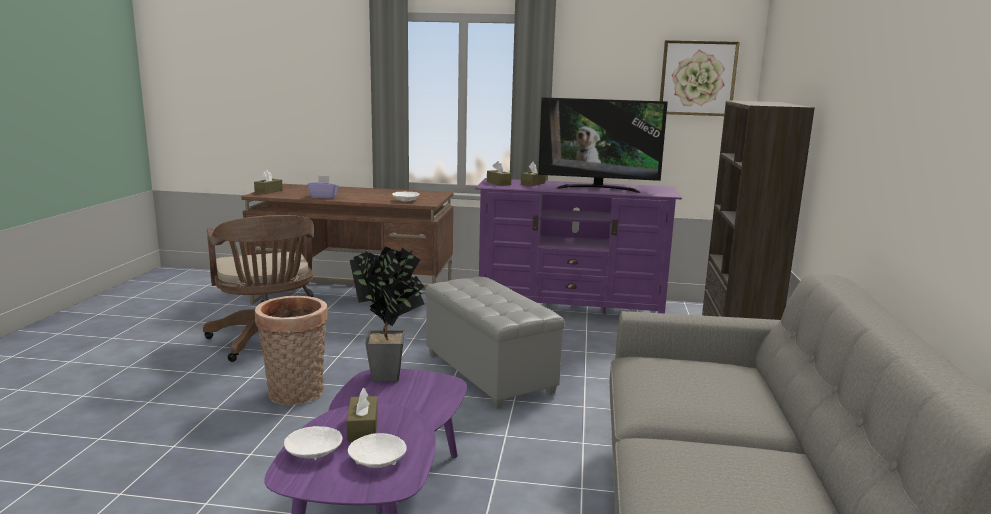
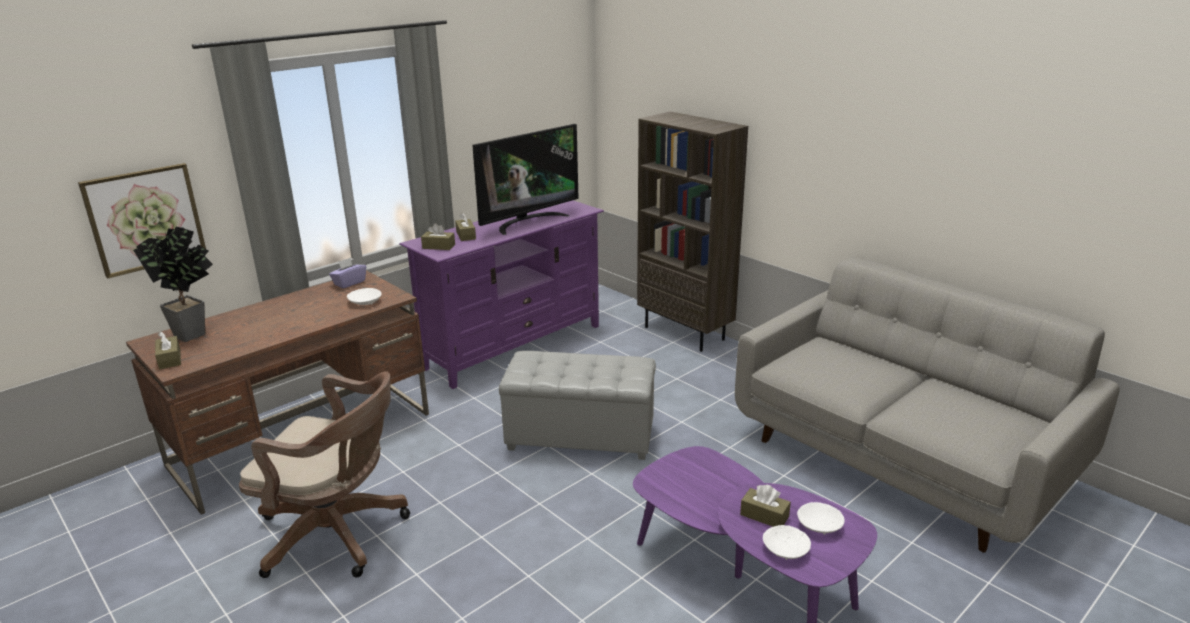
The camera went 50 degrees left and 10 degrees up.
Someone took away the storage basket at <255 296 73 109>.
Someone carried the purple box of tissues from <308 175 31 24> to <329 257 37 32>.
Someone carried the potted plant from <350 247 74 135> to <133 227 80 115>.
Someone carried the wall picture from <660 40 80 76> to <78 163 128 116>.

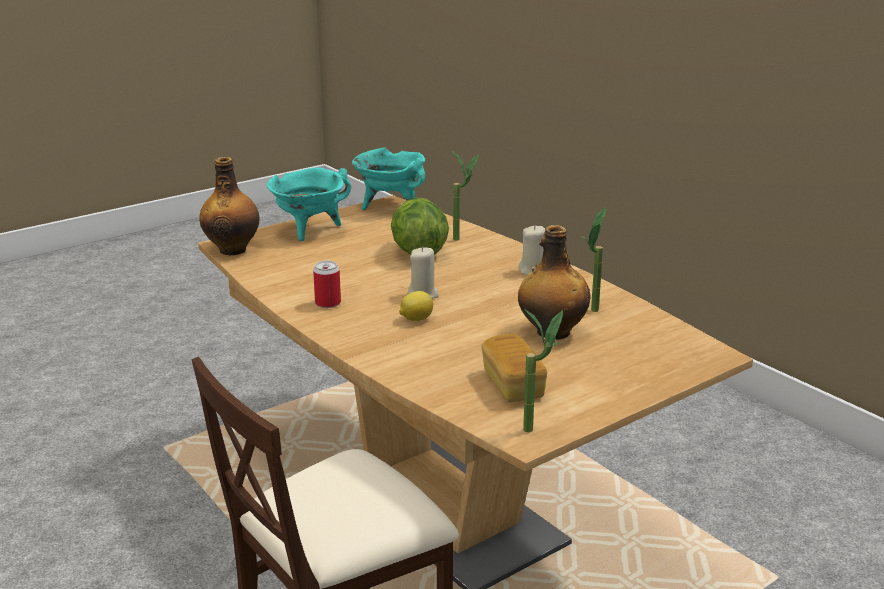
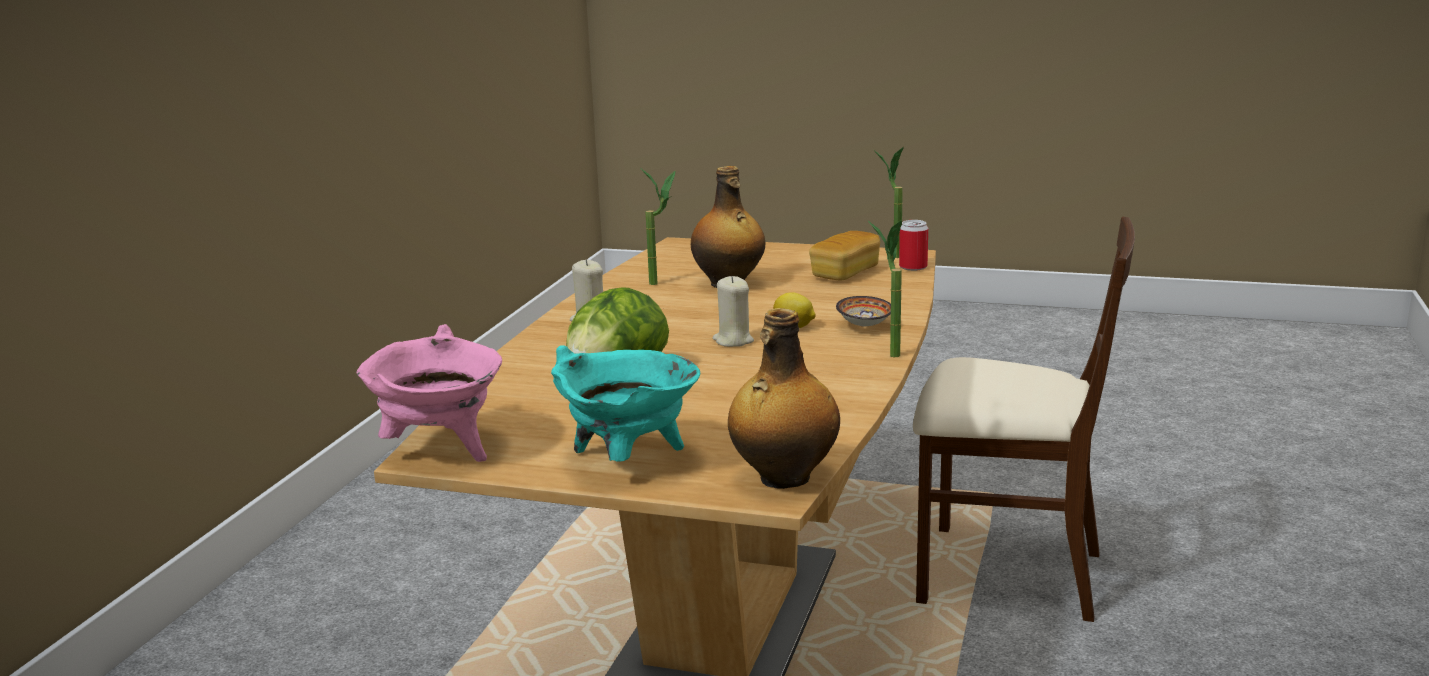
The camera went 125 degrees left and 5 degrees down.
Someone put down the deep dish at <836 296 55 31>.
Someone carried the can from <313 261 28 47> to <899 220 29 51>.
Someone carried the potted plant from <451 150 28 91> to <867 220 35 137>.
Someone repainted the turquoise-coloured cooking pot at <352 148 73 62>, which became the pinkish cooking pot at <356 324 146 138>.

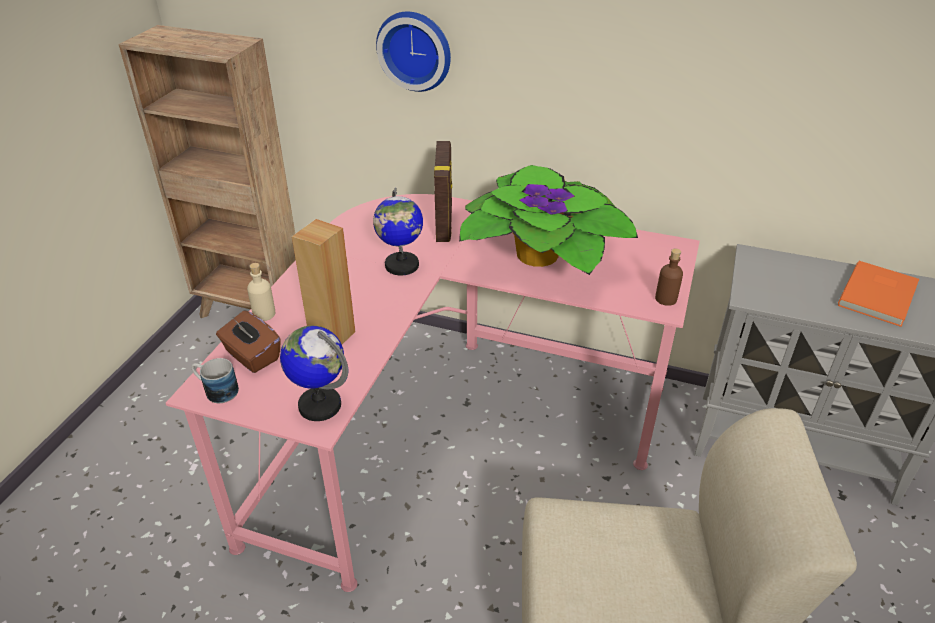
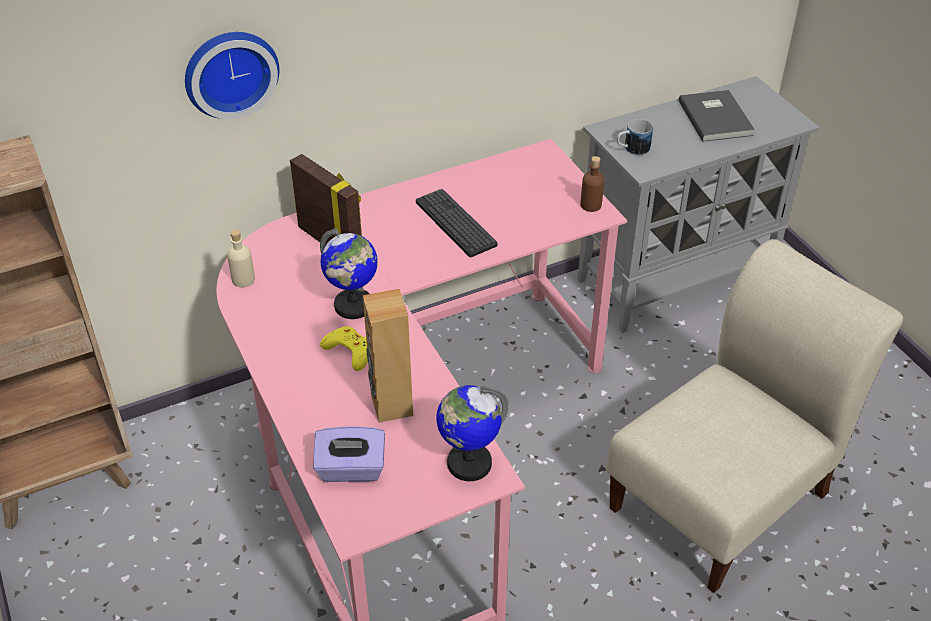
The camera went 45 degrees left and 5 degrees up.
Someone put down the yellowish game controller at <320 326 48 45>.
Someone carried the mug from <191 358 48 45> to <617 119 36 36>.
Someone carried the beige bottle from <247 263 29 58> to <227 229 28 58>.
Someone swapped the potted plant at <459 165 179 110> for the PC keyboard at <416 189 82 68>.
Someone repainted the brownish box of tissues at <216 311 65 62>, which became the purple box of tissues at <313 426 72 56>.
Someone repainted the orange volume at <838 261 81 66>, which became the gray volume at <679 90 75 52>.

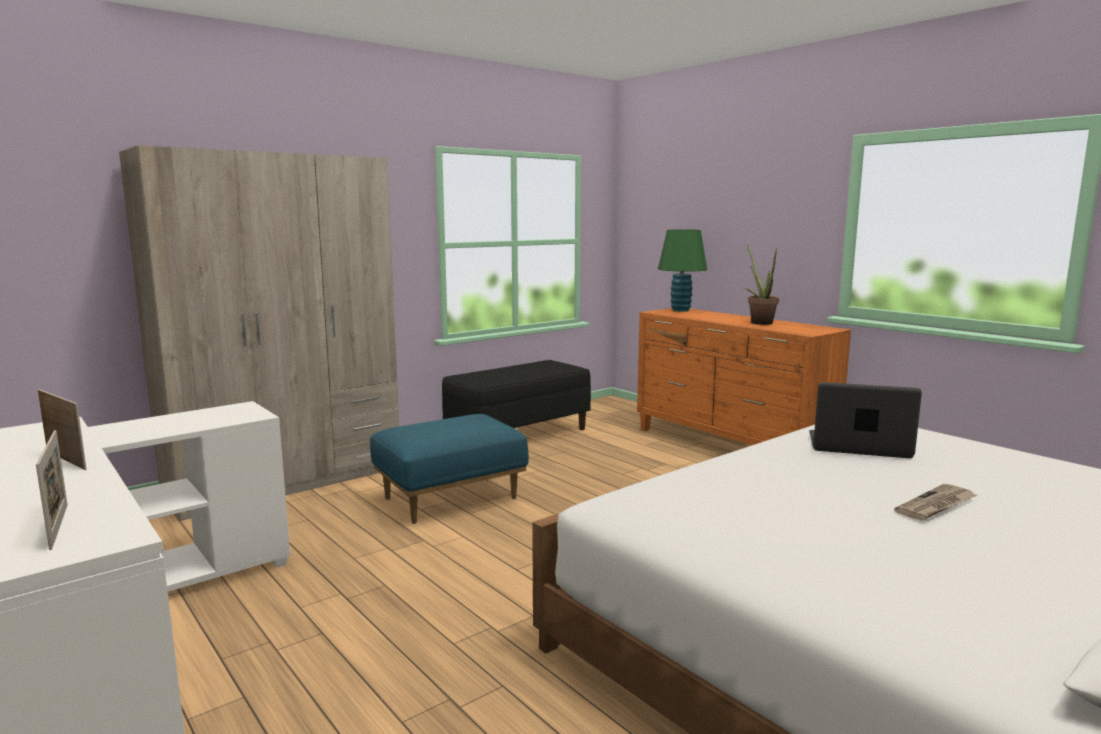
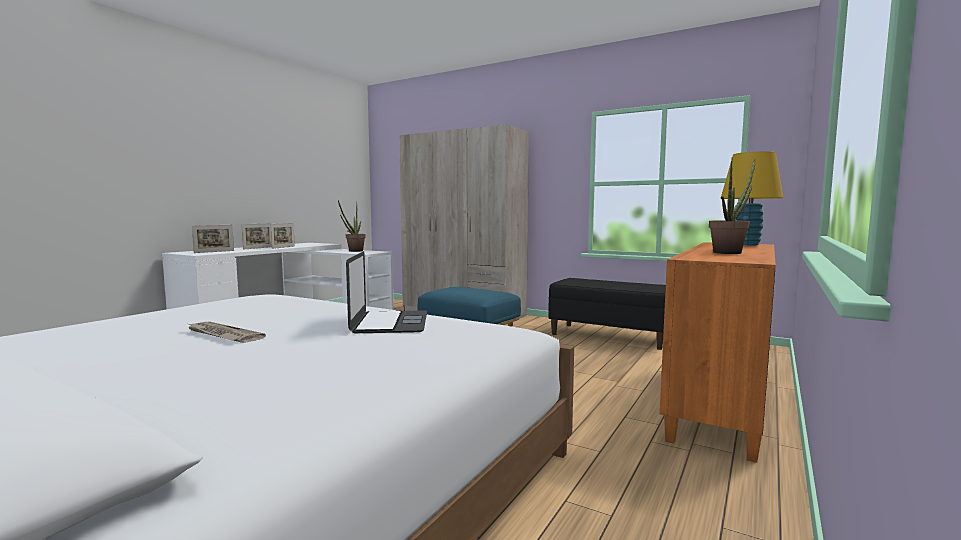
The camera went 70 degrees right and 5 degrees down.
Someone put down the standing frame at <241 223 31 27>.
Someone put down the potted plant at <338 200 28 52>.
Someone repainted the green-coloured table lamp at <658 229 49 83>, which became the yellowish table lamp at <720 151 63 94>.

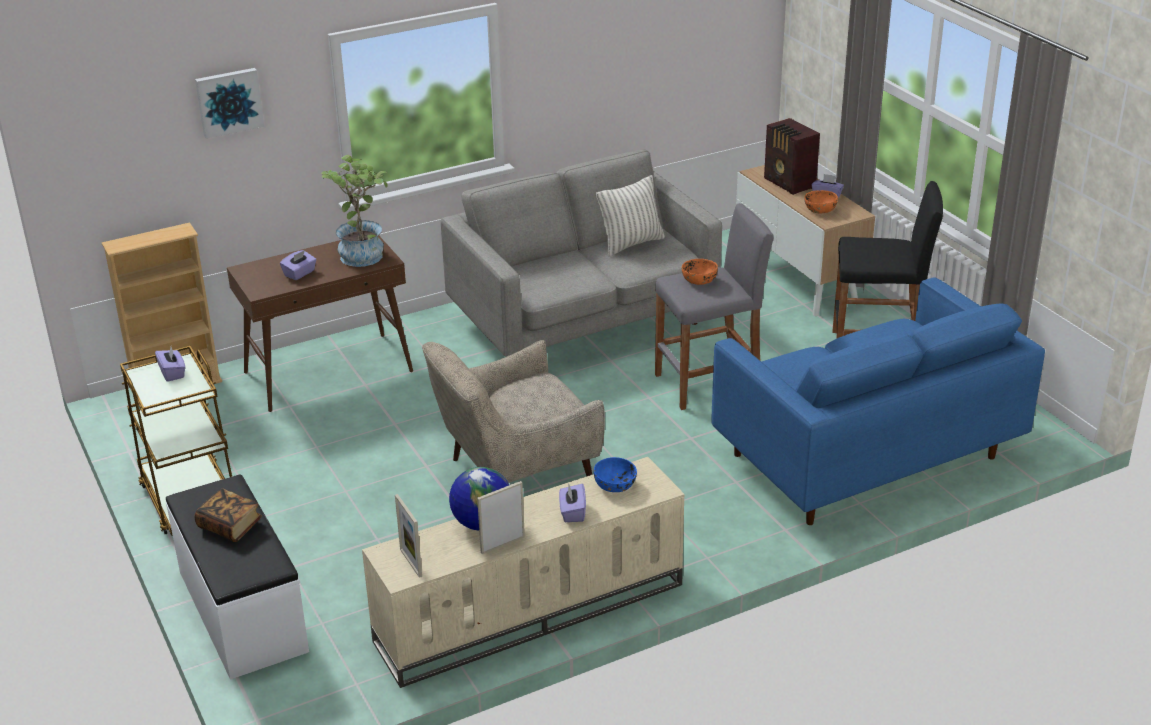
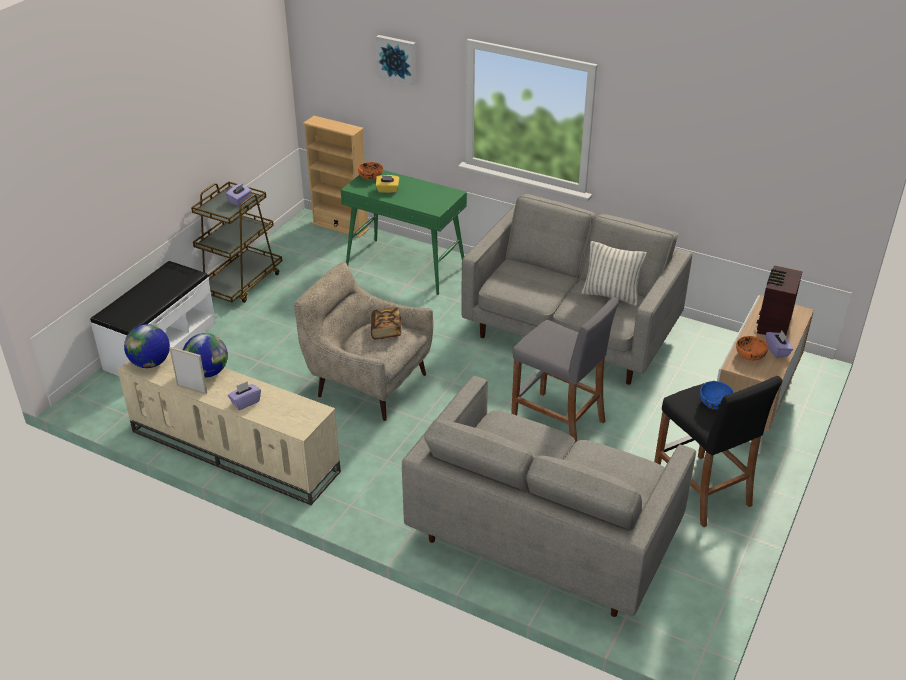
The camera went 55 degrees right and 5 degrees up.
Someone took away the potted plant at <321 155 67 112>.
Someone carried the volume from <194 488 68 54> to <371 307 31 33>.
Someone carried the blue deep dish from <594 457 43 35> to <700 381 34 29>.
Someone carried the orange deep dish from <682 259 36 26> to <358 162 25 18>.
Someone swapped the standing frame at <395 494 27 84> for the globe at <124 324 46 44>.
Someone repainted the brownish console table at <227 236 186 176>, which became the green-coloured console table at <341 170 126 125>.
Someone repainted the purple box of tissues at <280 250 36 30>, which became the yellowish box of tissues at <376 175 23 18>.
Someone repainted the blue couch at <711 277 334 248>, which became the gray couch at <402 376 294 241>.

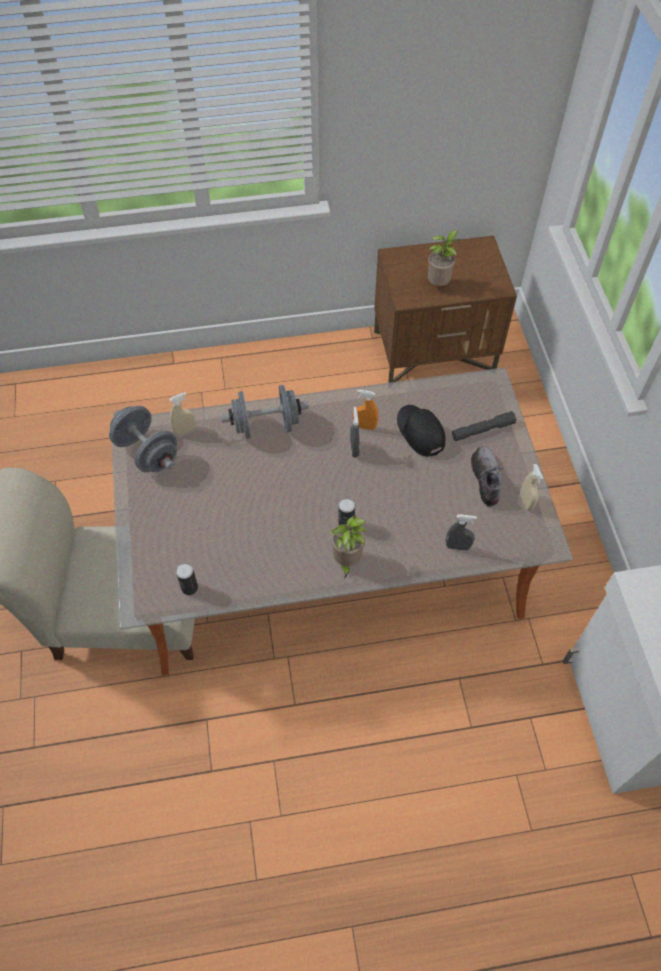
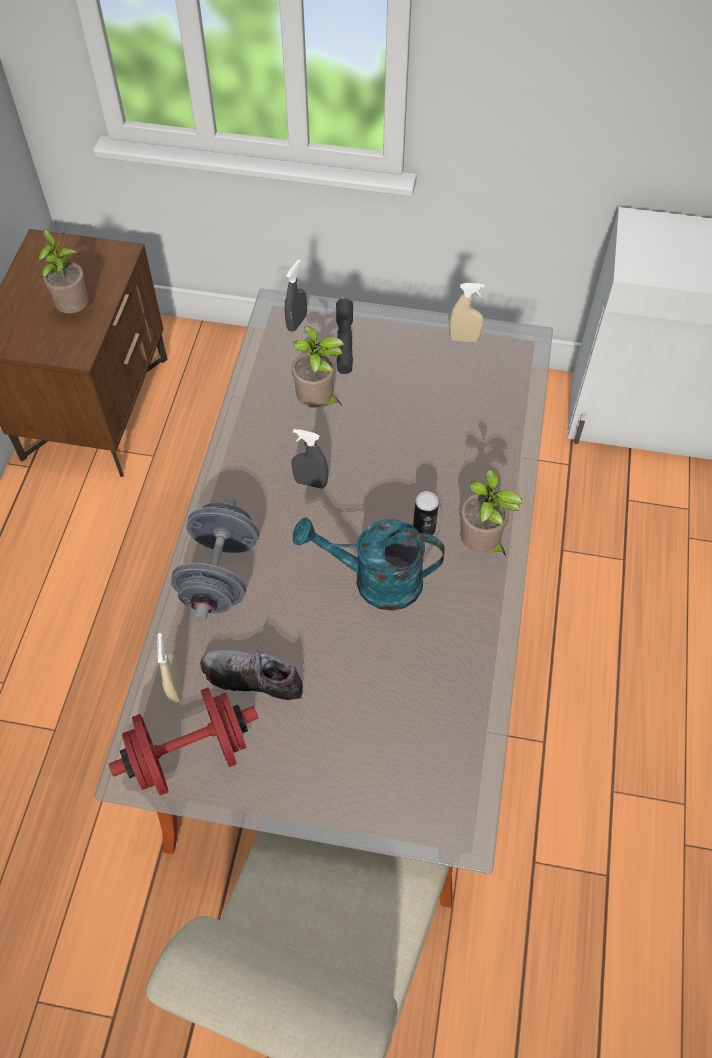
The camera went 70 degrees left and 0 degrees up.
Someone took away the can at <176 563 22 32>.
Someone took away the orange spray bottle at <353 390 25 40>.
Someone put down the turquoise-coloured watering can at <293 517 152 94>.
Someone carried the gray spray bottle from <446 515 31 36> to <285 259 22 73>.
Someone carried the item of footwear from <471 446 32 61> to <200 646 103 54>.
Someone swapped the black cap at <397 405 48 52> for the potted plant at <292 326 52 82>.
Someone repainted the gray dumbbell at <109 406 68 67>, which became the reddish dumbbell at <109 687 149 109>.

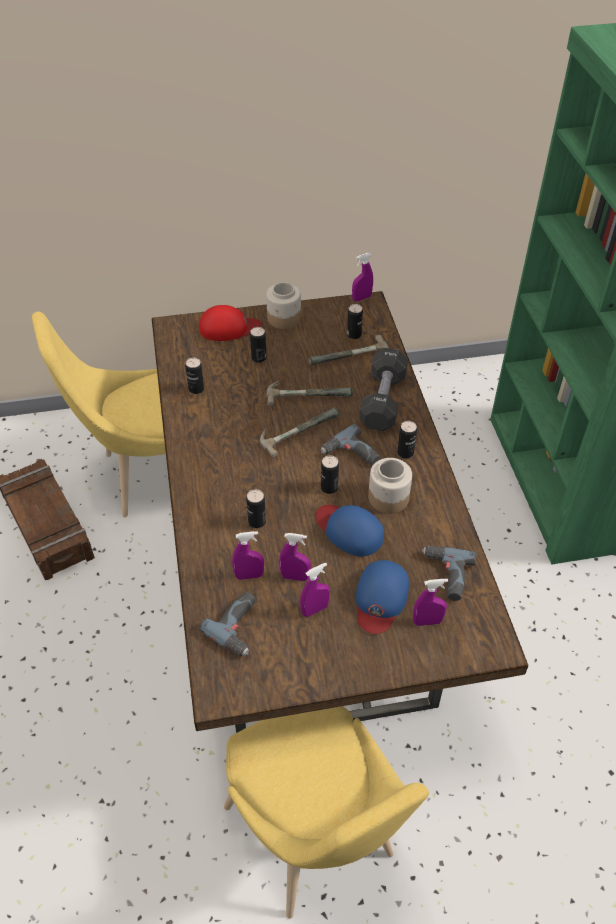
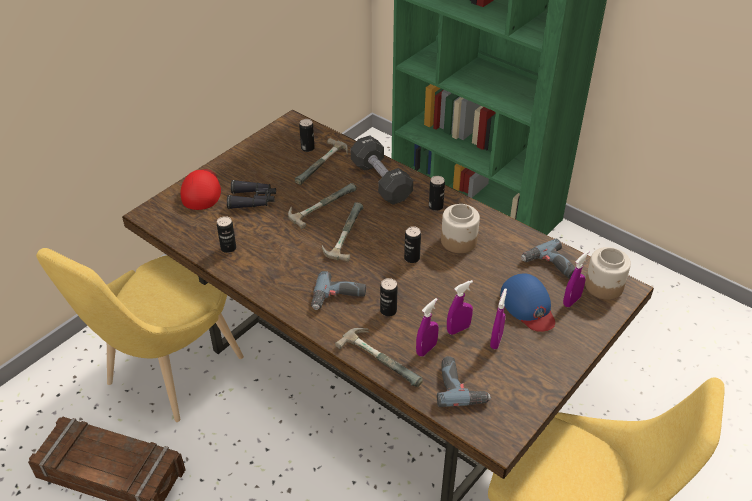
The camera went 40 degrees left and 5 degrees down.
Someone took away the blue cap at <316 505 68 52>.
Someone took away the purple spray bottle at <352 253 21 49>.
Someone put down the tool hammer at <335 328 87 59>.
Someone carried the storage jar from <266 282 35 47> to <585 247 46 53>.
Someone carried the power drill from <321 424 59 42> to <311 271 55 39>.
Someone swapped the can at <250 327 17 36> for the black field glasses at <227 180 49 29>.
Someone rotated the reddish cap at <199 305 63 36> by 45 degrees counterclockwise.

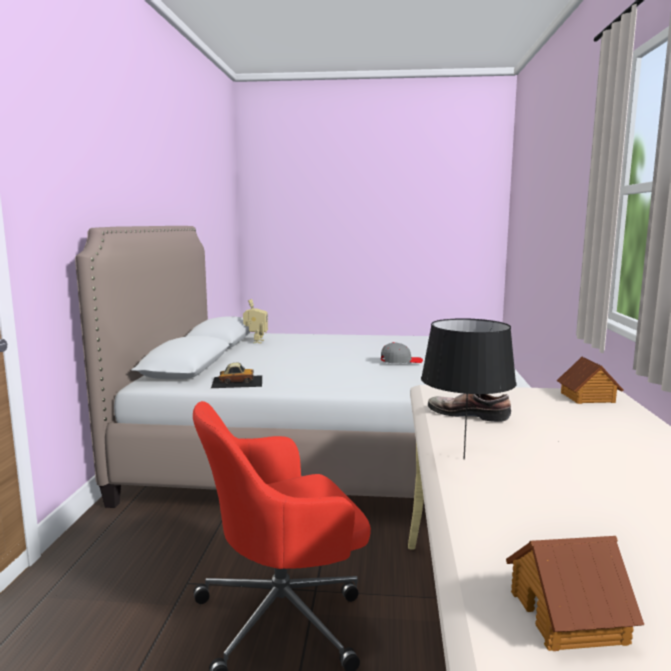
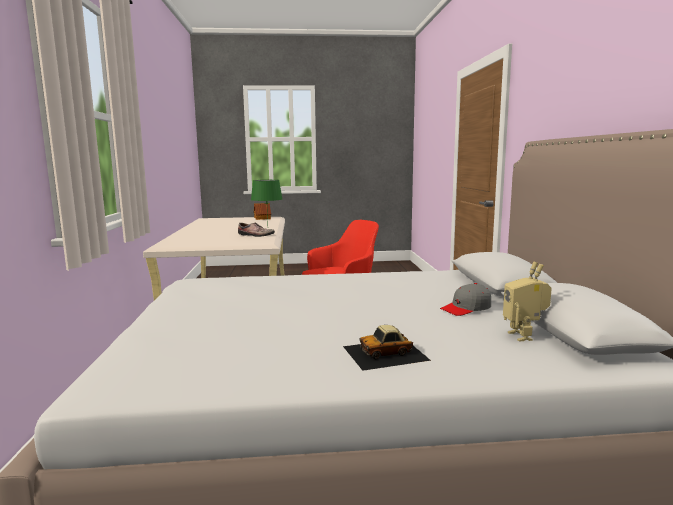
The camera went 170 degrees right and 0 degrees up.
Someone took away the model house at <557 356 66 48>.
Someone carried the miniature car from <211 363 51 25> to <343 325 88 46>.
Someone carried the gray cap from <381 342 42 21> to <440 283 51 33>.
Someone repainted the black table lamp at <421 318 95 142>, which became the green-coloured table lamp at <251 180 31 43>.

